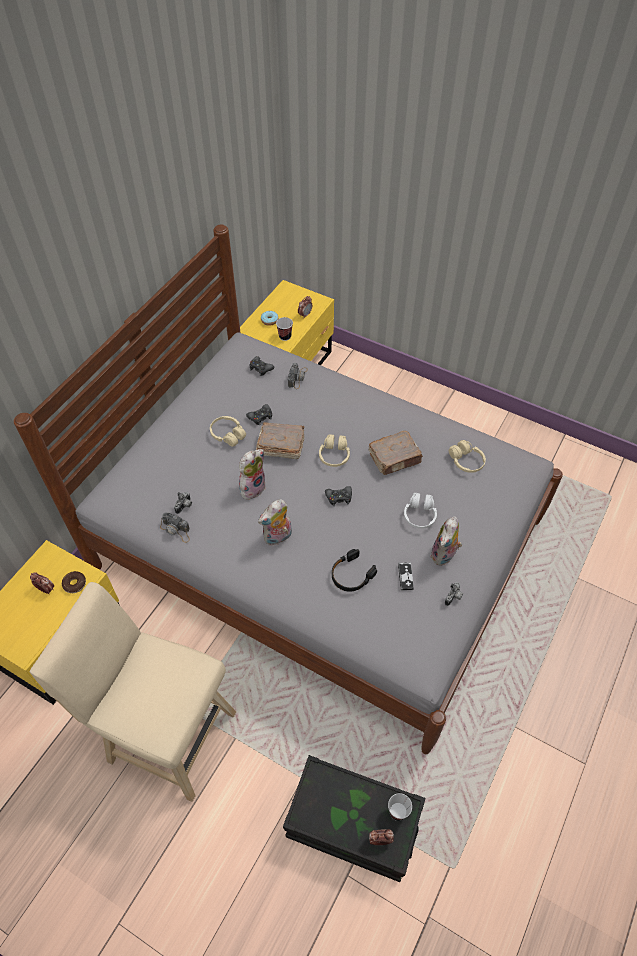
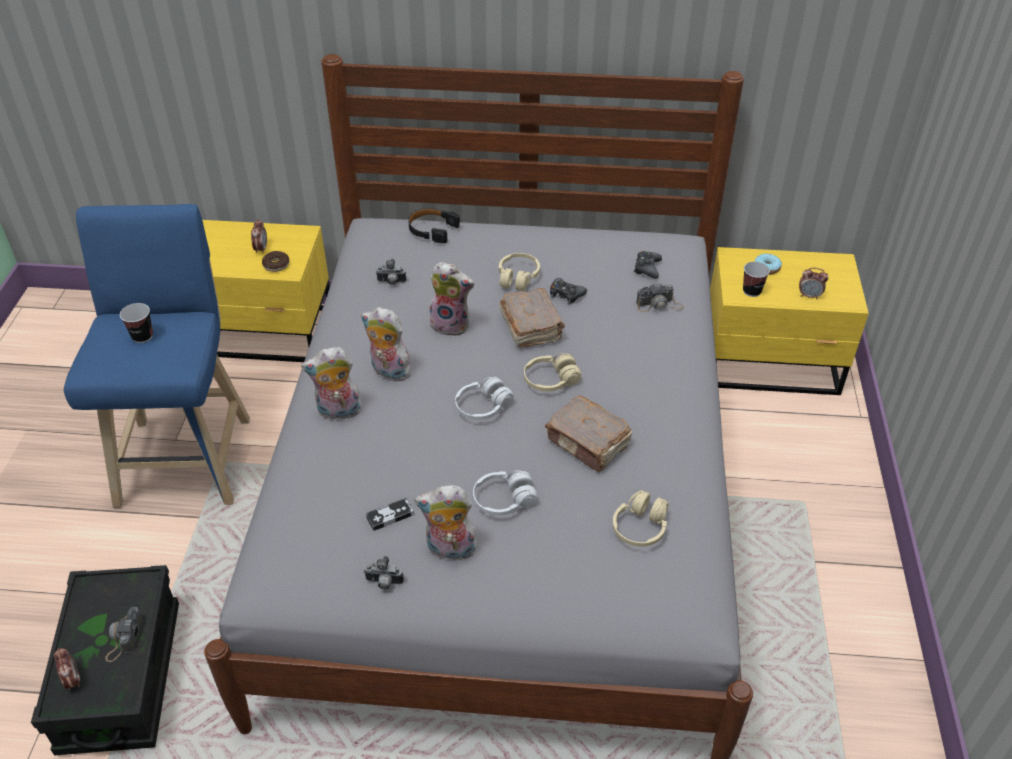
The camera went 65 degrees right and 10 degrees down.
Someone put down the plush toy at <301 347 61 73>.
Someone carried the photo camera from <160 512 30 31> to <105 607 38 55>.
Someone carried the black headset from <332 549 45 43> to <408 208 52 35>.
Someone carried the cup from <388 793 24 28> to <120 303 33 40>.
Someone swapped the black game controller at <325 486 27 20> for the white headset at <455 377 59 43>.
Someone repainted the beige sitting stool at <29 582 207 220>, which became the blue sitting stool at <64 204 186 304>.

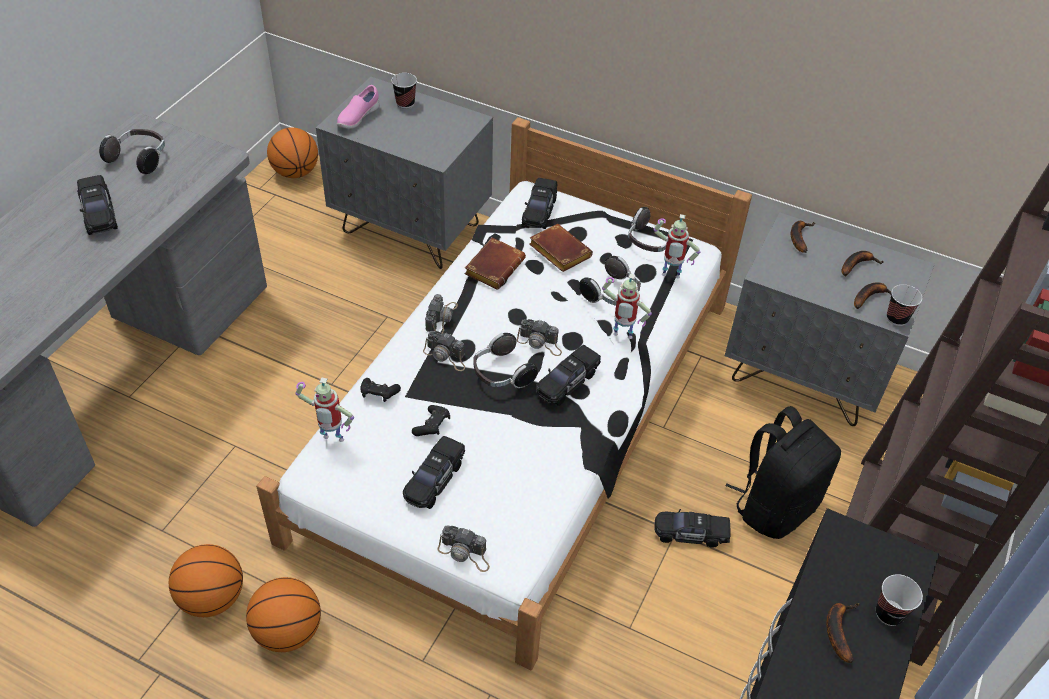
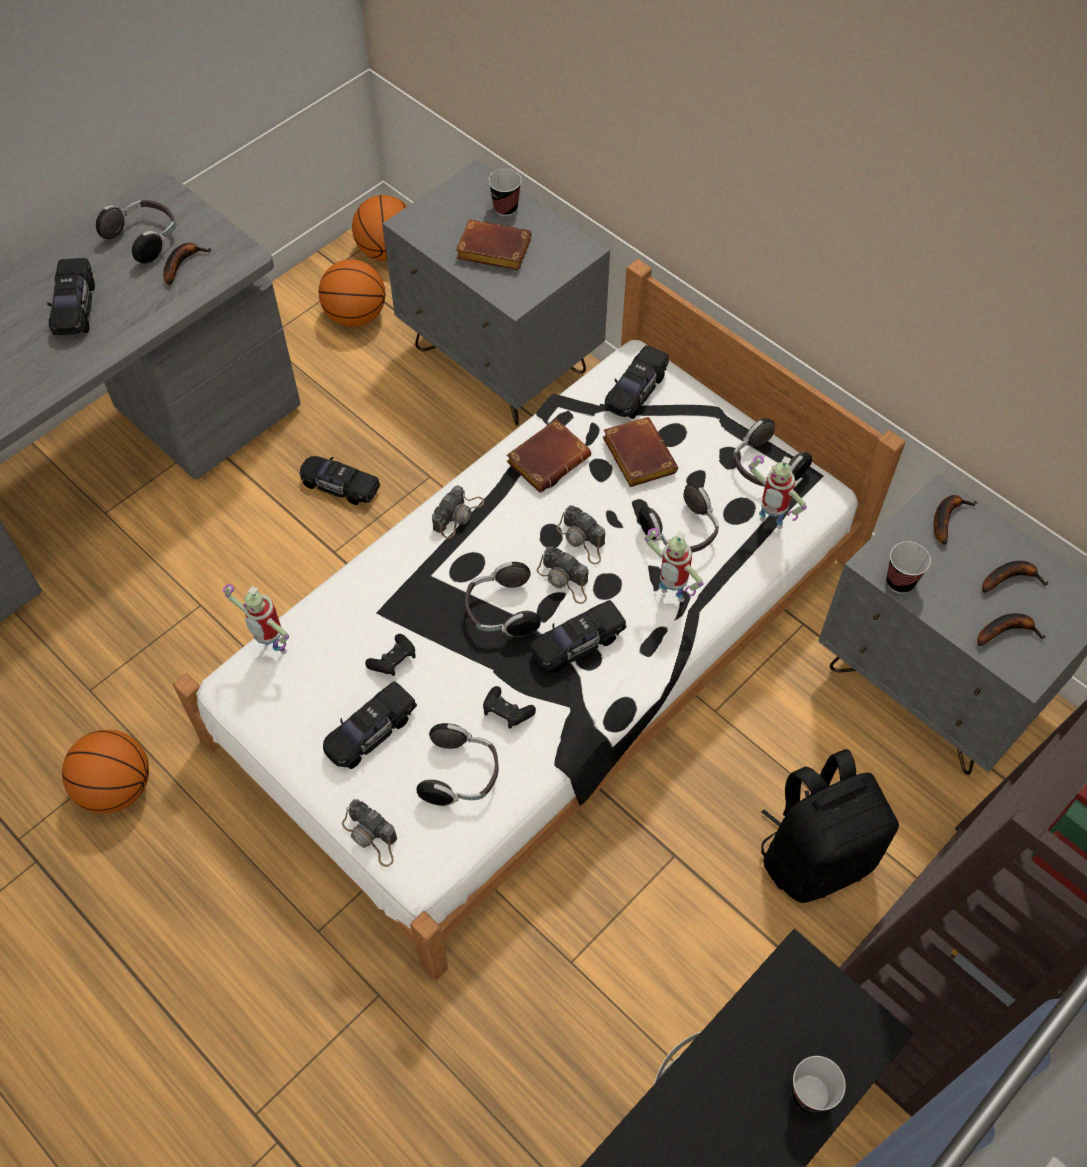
The camera went 20 degrees right and 10 degrees up.
Someone took away the pinkish item of footwear at <337 85 42 44>.
Someone put down the headset at <416 723 82 83>.
Someone put down the brownish volume at <456 220 75 50>.
Someone carried the ball for basketball from <246 577 75 75> to <319 259 66 68>.
Someone carried the black game controller from <360 378 41 24> to <483 686 53 43>.
Someone carried the photo camera from <423 331 42 40> to <557 505 48 60>.
Someone carried the black miniature car from <654 509 76 39> to <300 456 80 49>.
Someone carried the banana from <826 603 34 60> to <163 243 48 42>.
Someone carried the cup from <887 285 35 41> to <886 541 45 52>.

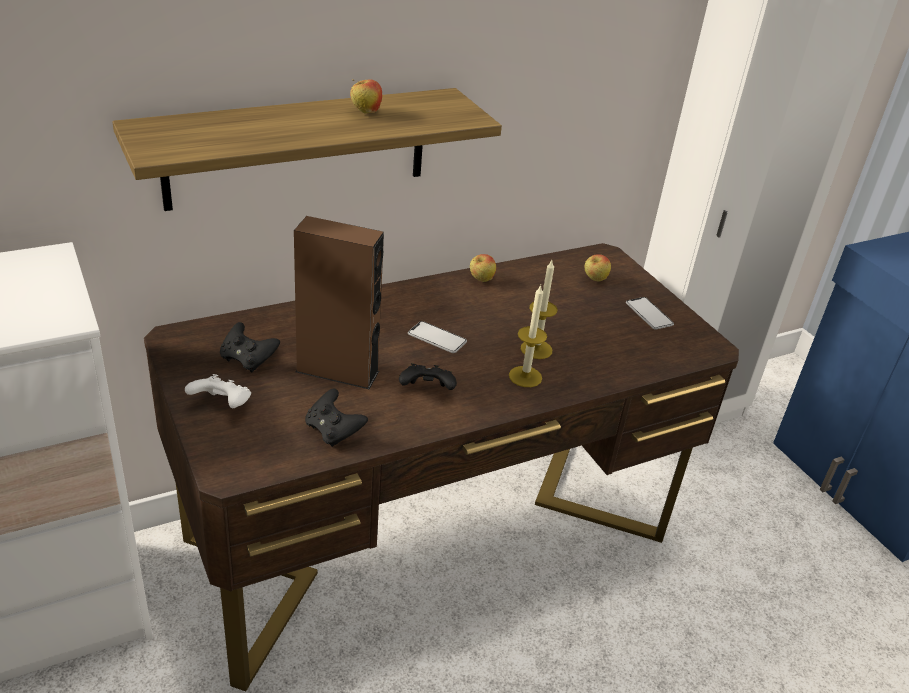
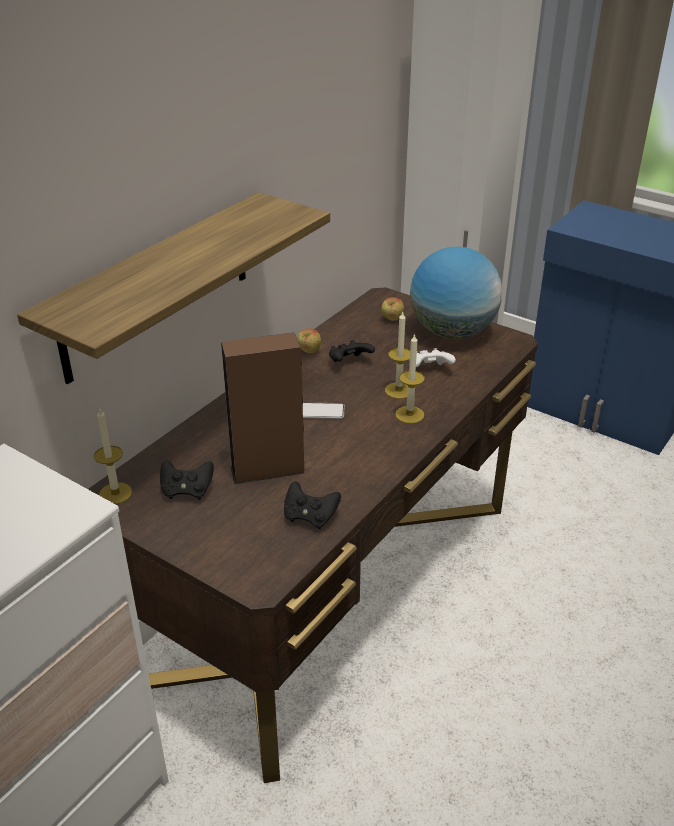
The camera went 25 degrees left and 0 degrees up.
Someone took away the apple fruit at <350 79 32 35>.
Someone put down the wax candle at <94 407 38 97>.
Someone carried the white game controller from <185 374 66 34> to <409 348 47 19>.
Someone carried the black game controller from <399 363 58 27> to <329 340 46 22>.
Someone swapped the telephone at <626 297 48 32> for the globe at <410 246 92 93>.

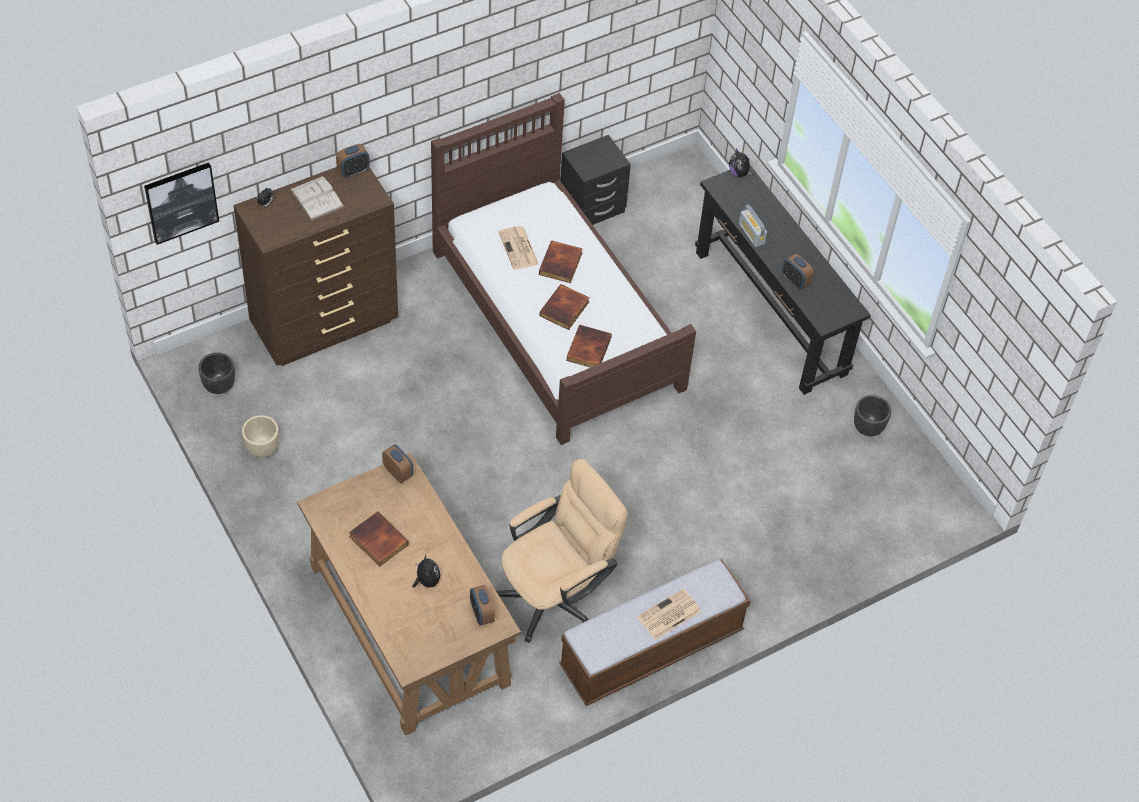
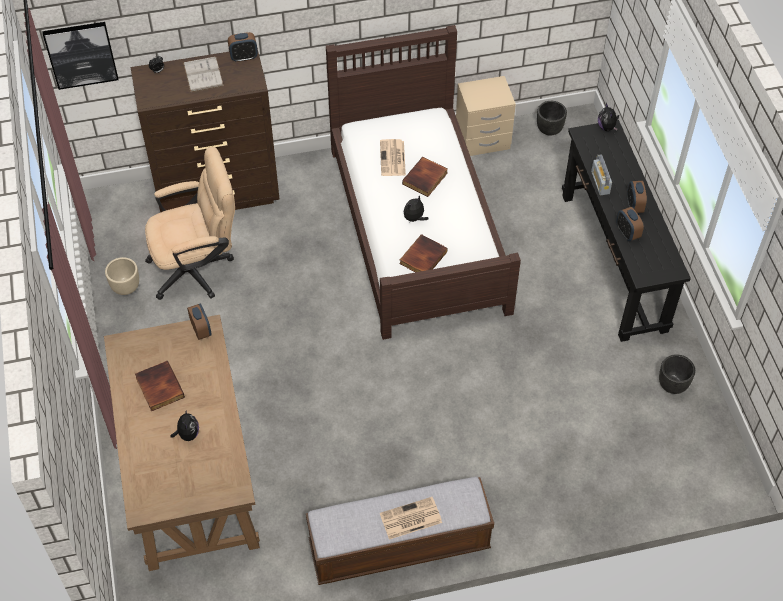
The camera went 20 degrees right and 0 degrees up.
Someone carried the black flower pot from <198 352 37 42> to <537 101 30 35>.
Someone carried the alarm clock from <470 585 25 41> to <627 181 20 32>.
Someone carried the beige office chair from <496 459 132 184> to <145 147 90 153>.
Someone swapped the volume at <539 284 51 46> for the plush toy at <404 195 25 28>.
Someone repainted the black night table at <560 135 71 90>, which became the beige night table at <456 76 60 80>.

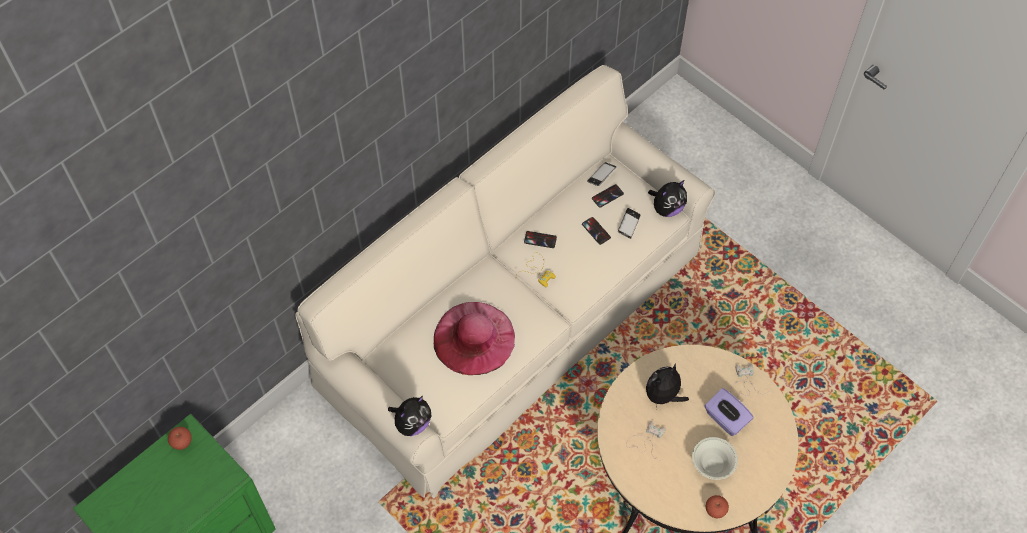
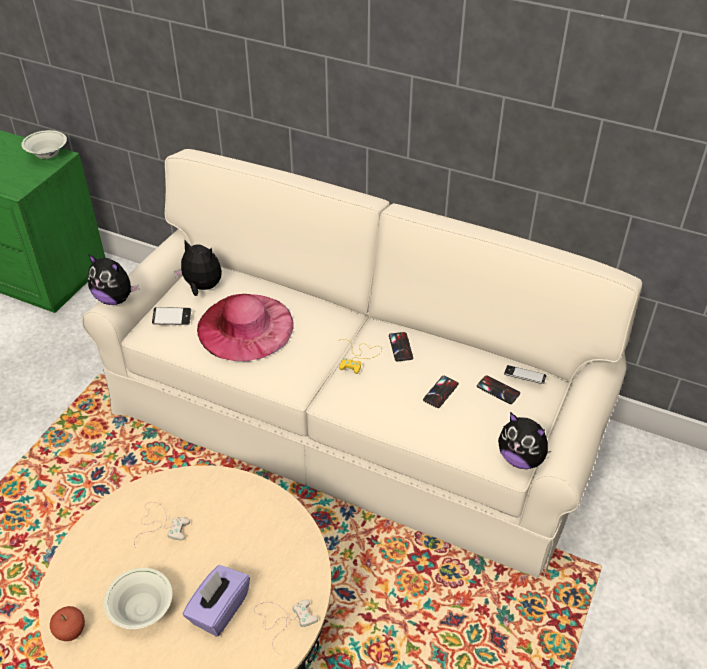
The camera went 70 degrees right and 15 degrees down.
Someone carried the telephone from <618 208 23 31> to <152 307 39 18>.
Someone carried the plush toy from <646 364 43 43> to <174 240 48 56>.
Someone swapped the apple fruit at <168 427 24 23> for the white deep dish at <21 130 46 29>.

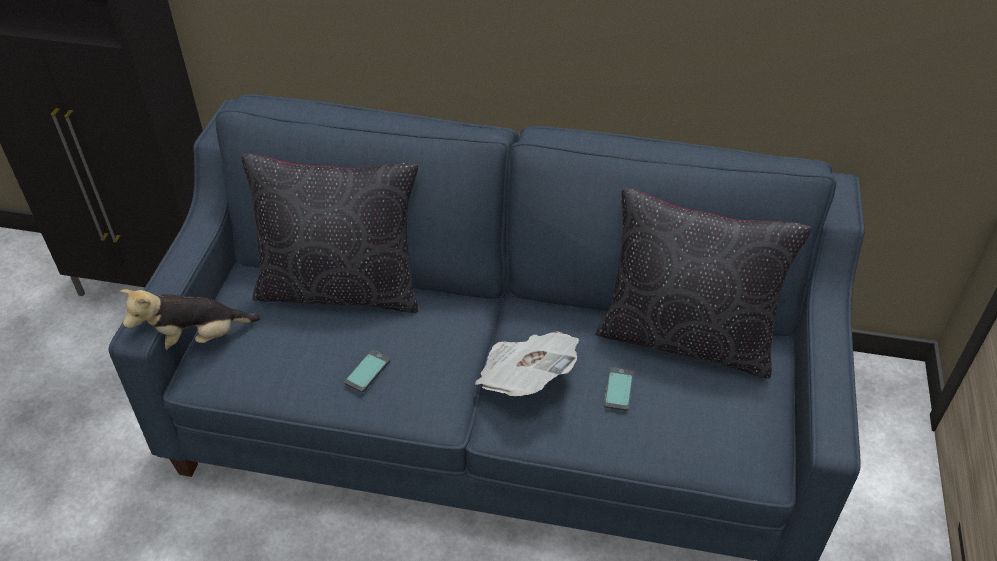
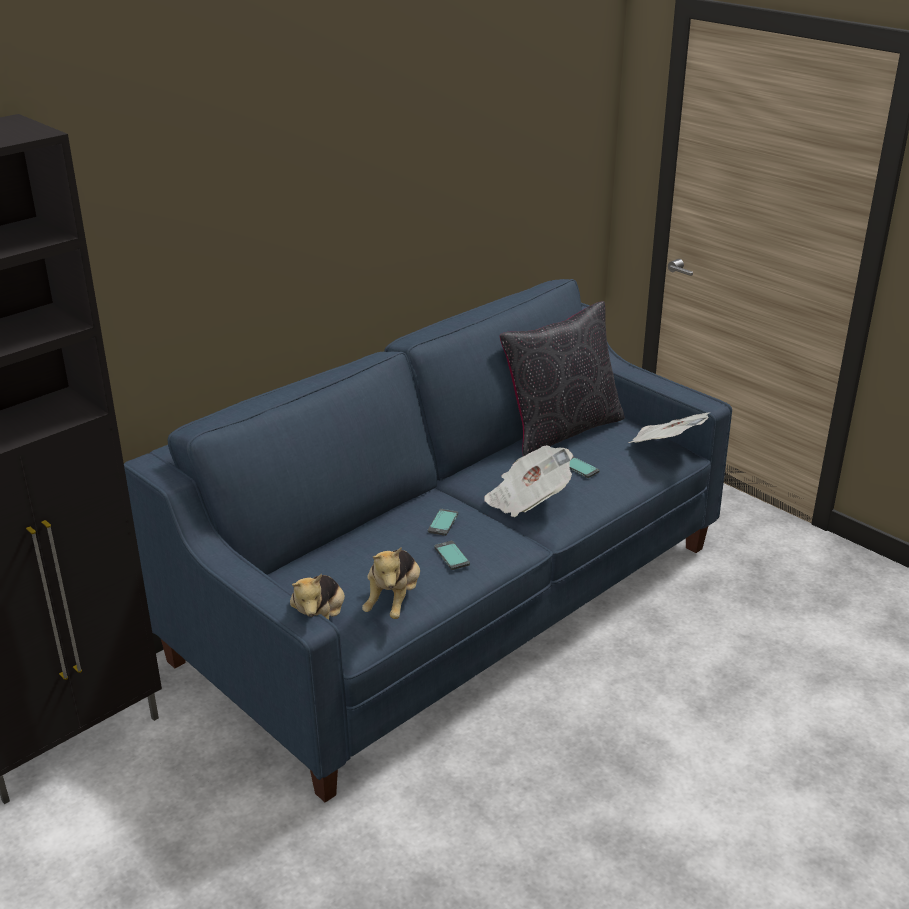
The camera went 55 degrees left and 15 degrees down.
Someone took away the black cushion at <241 154 177 159>.
Someone put down the plush toy at <362 547 58 72>.
Someone put down the telephone at <428 509 30 27>.
Someone put down the printed paper at <629 412 81 31>.

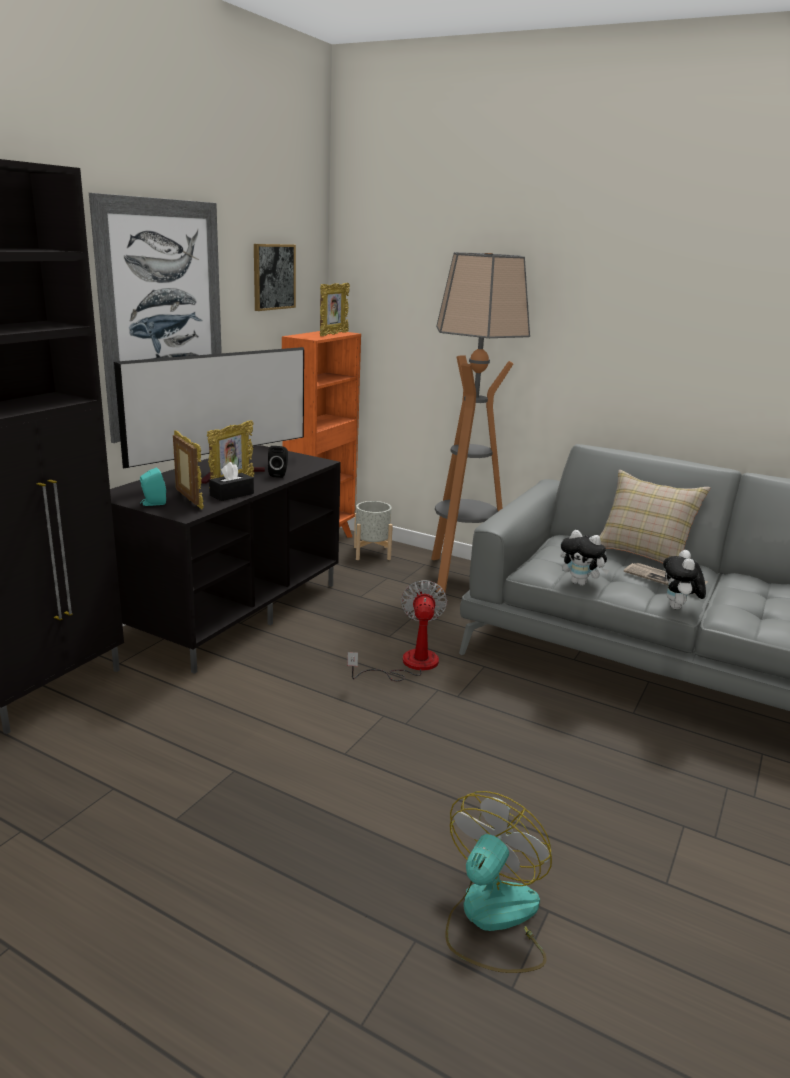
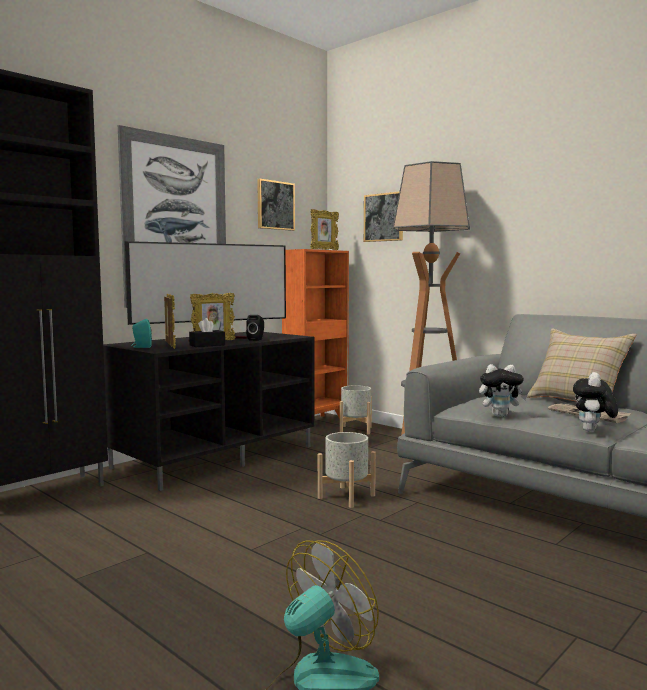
The camera went 15 degrees right and 15 degrees down.
Someone put up the wall picture at <364 191 39 51>.
Someone swapped the fan at <347 580 100 101> for the gray flower pot at <318 432 58 76>.
Someone rotated the plush toy at <561 530 48 56> by 45 degrees counterclockwise.

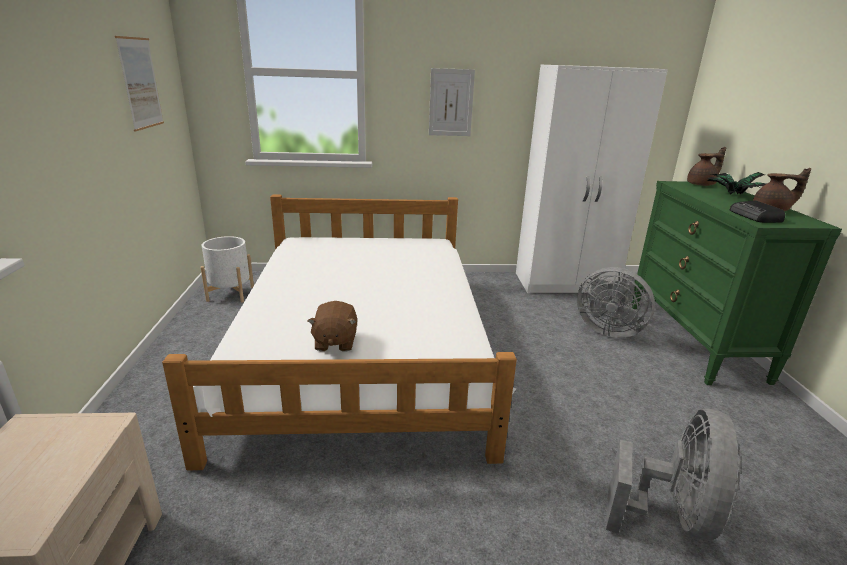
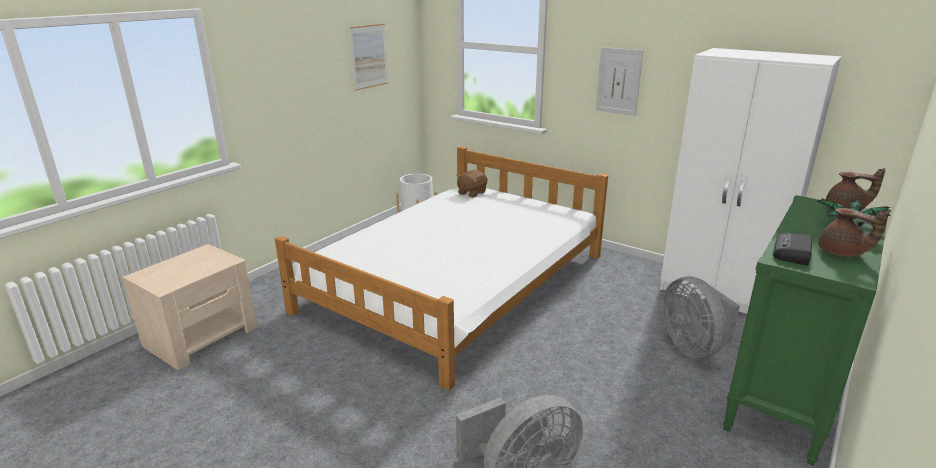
The camera went 40 degrees right and 0 degrees up.
Someone carried the brownish plush toy from <308 301 49 50> to <456 170 31 27>.

